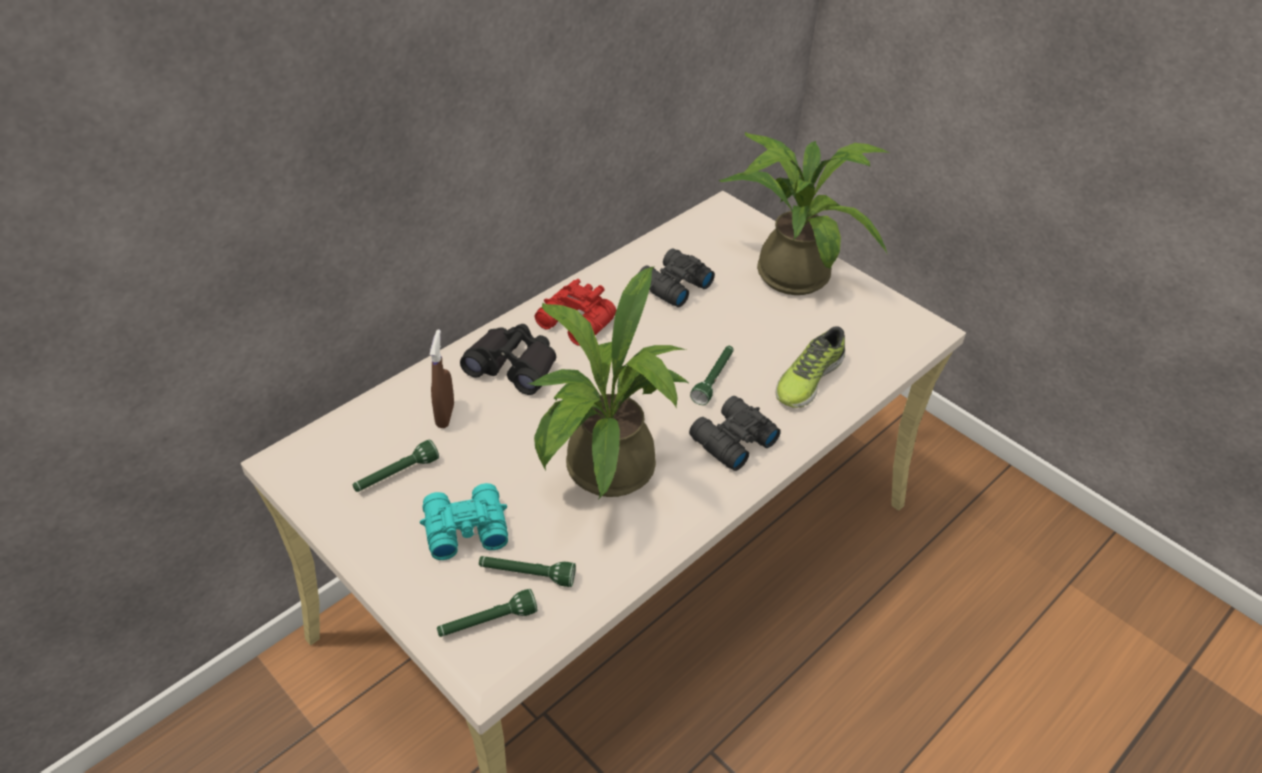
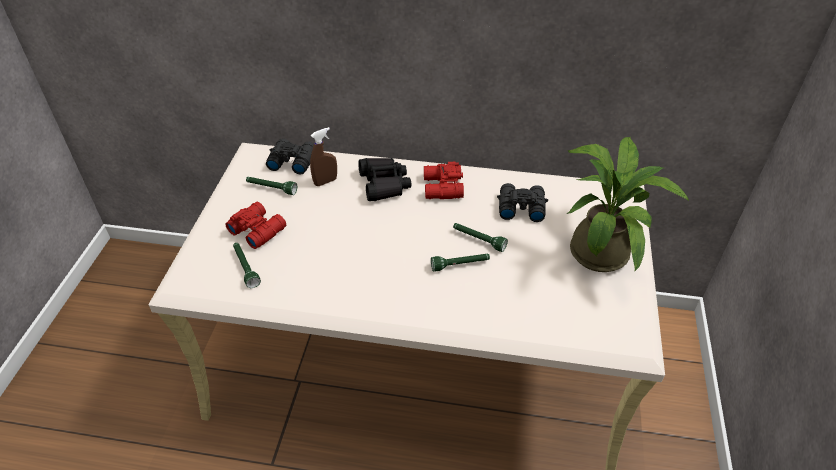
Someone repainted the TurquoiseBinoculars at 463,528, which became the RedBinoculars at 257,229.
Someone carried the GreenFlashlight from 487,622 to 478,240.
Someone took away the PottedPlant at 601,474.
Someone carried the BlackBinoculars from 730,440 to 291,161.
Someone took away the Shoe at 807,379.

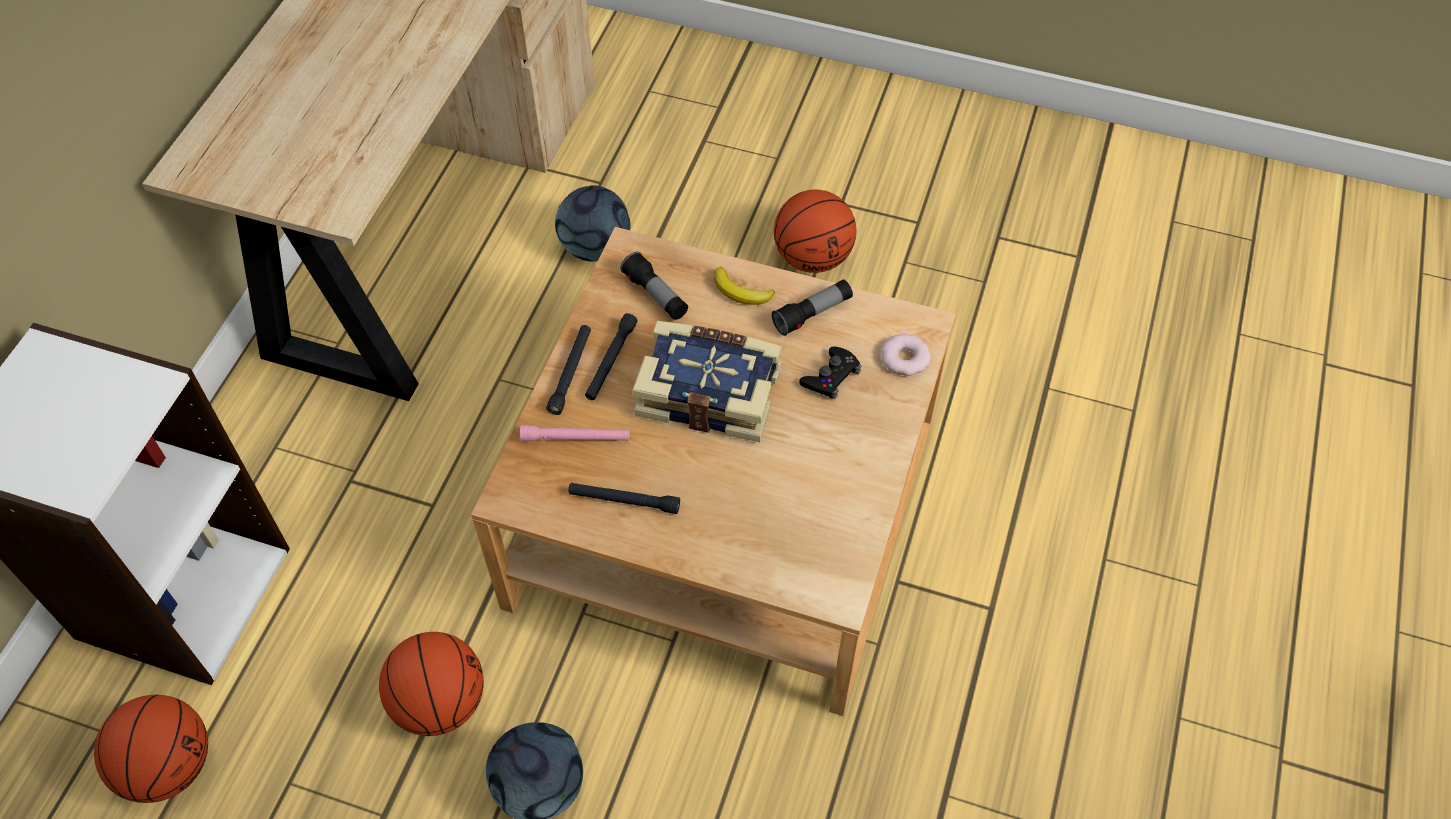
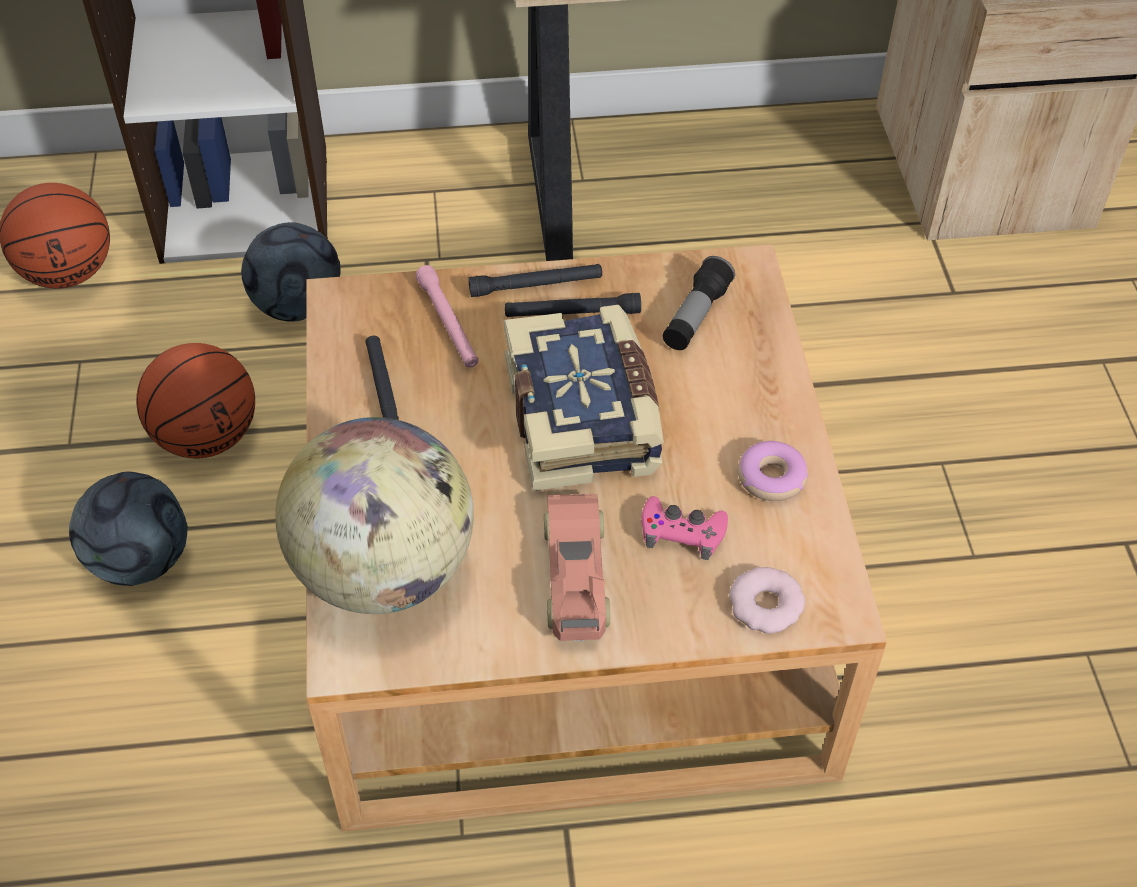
Someone carried the Football from 595,248 to 298,305.
Someone took away the Banana at 741,291.
Someone swapped the Flashlight at 812,314 for the Donut at 771,478.
Someone took away the Basketball at 812,257.
Someone repainted the BlackGameController at 831,377, which became the PinkGameController at 682,532.
Someone put down the Globe at 385,570.
Someone put down the ToyCar at 575,574.

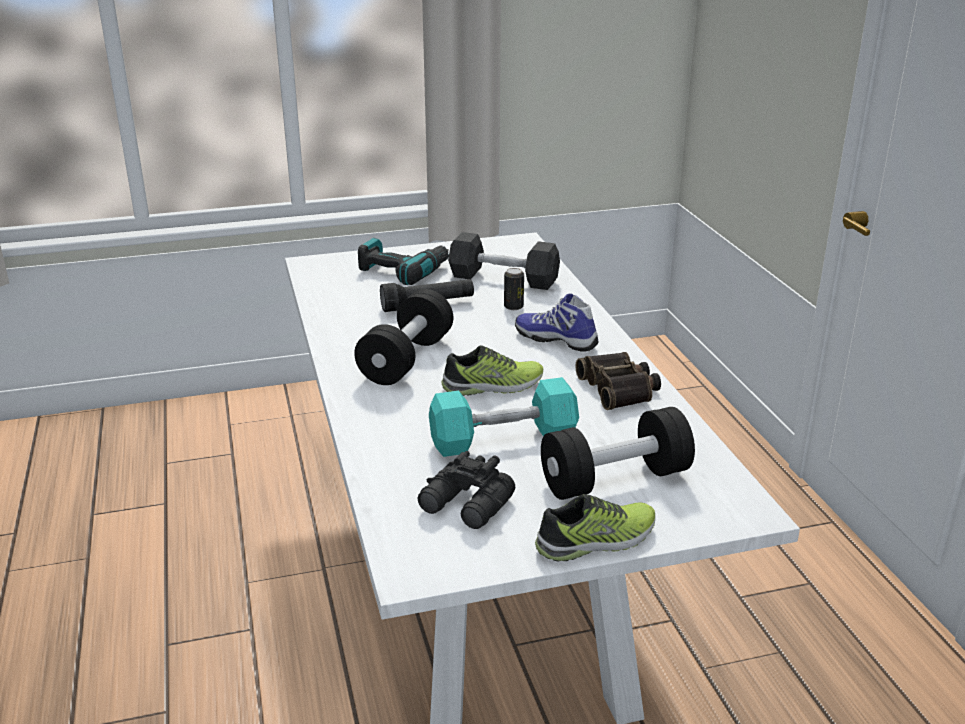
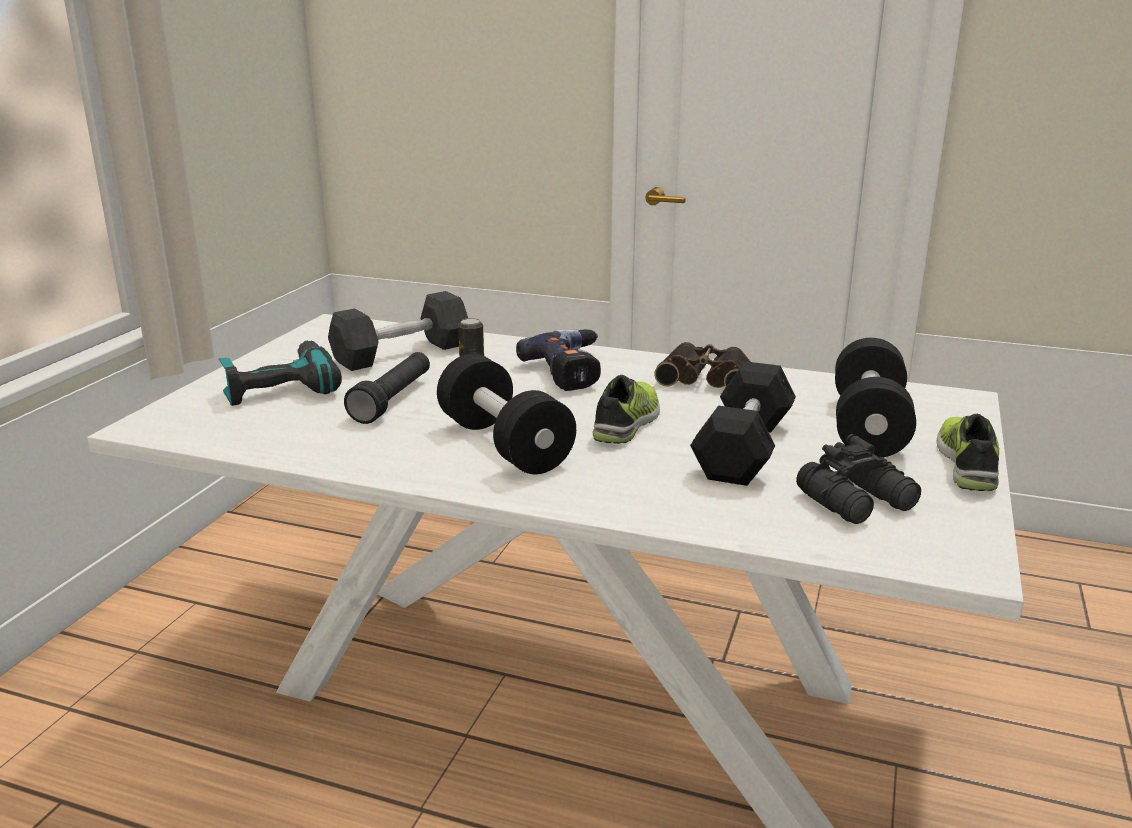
Someone repainted the TurquoiseDumbbell at 503,439, which became the BlackDumbbell at 743,449.
Someone swapped the Shoe at 557,339 for the PowerDrill at 573,371.

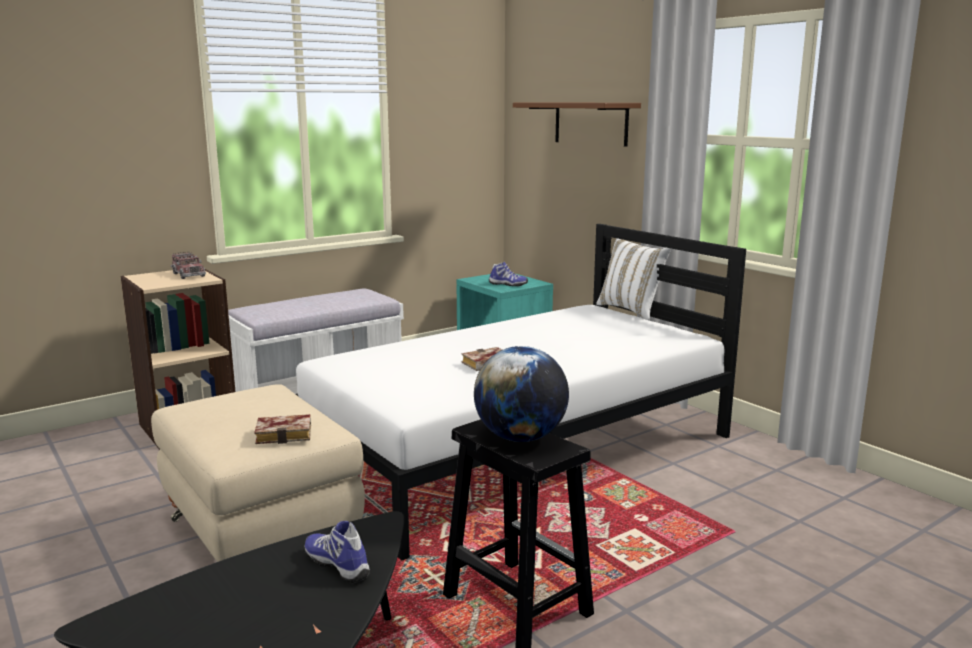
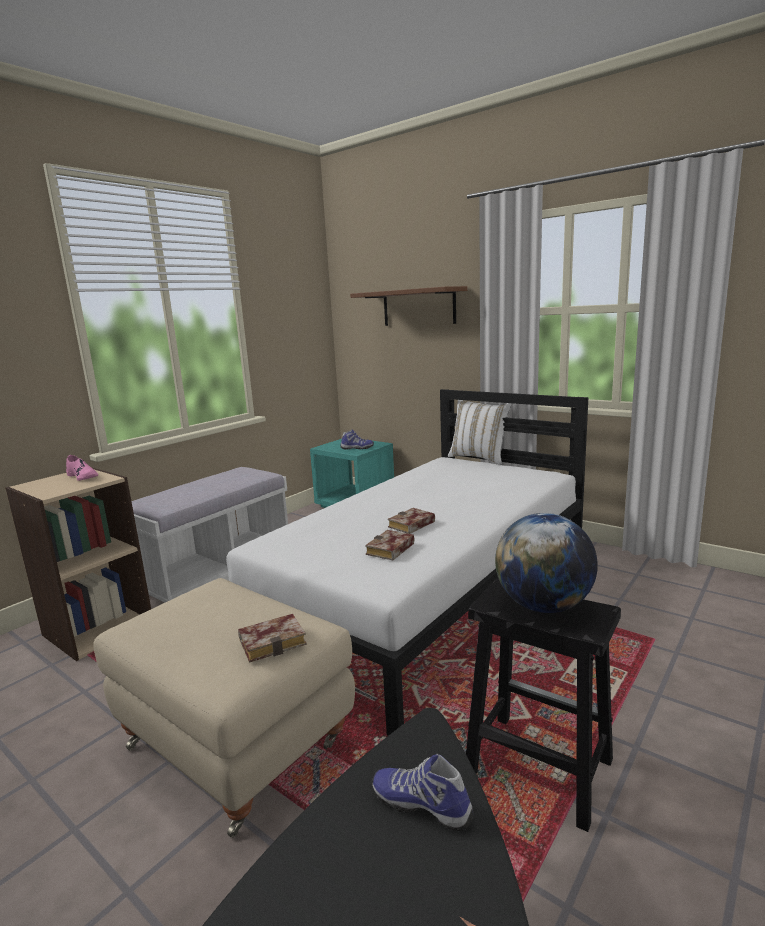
Someone swapped the ToyTruck at 188,274 for the PinkShoe at 83,476.
Someone put down the Book at 390,550.

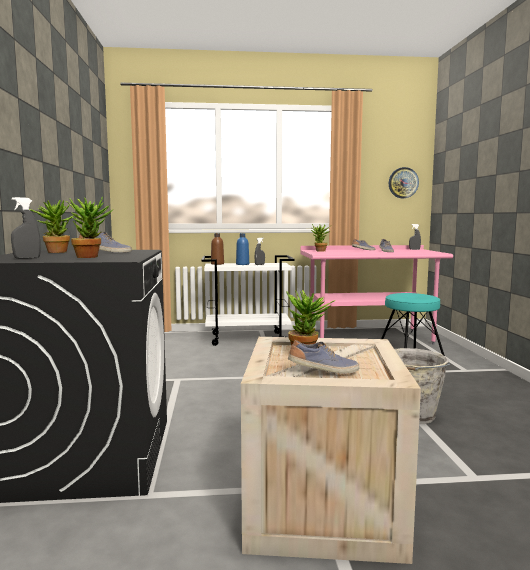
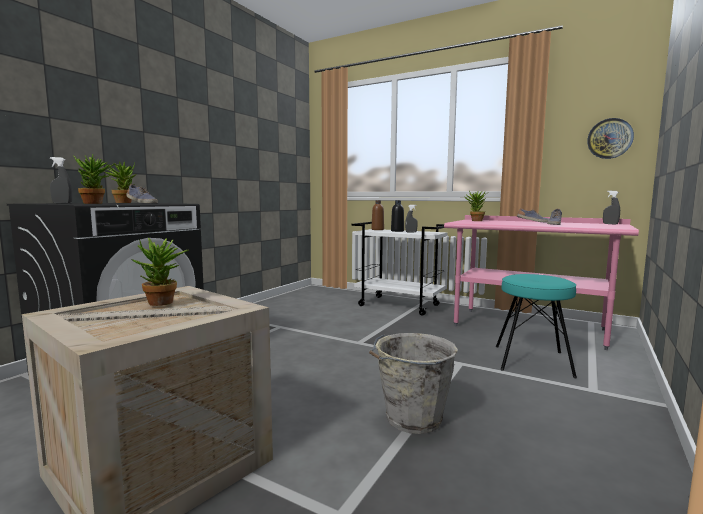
Someone repainted the BlueBottle at 242,264, which became the BlackBottle at 397,231.
Someone took away the Shoe at 324,371.

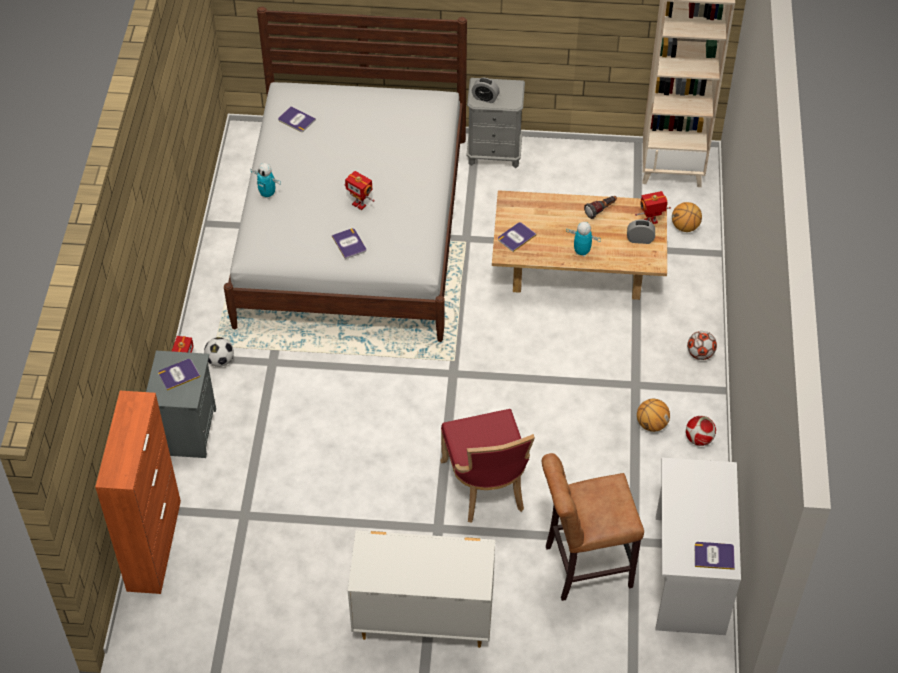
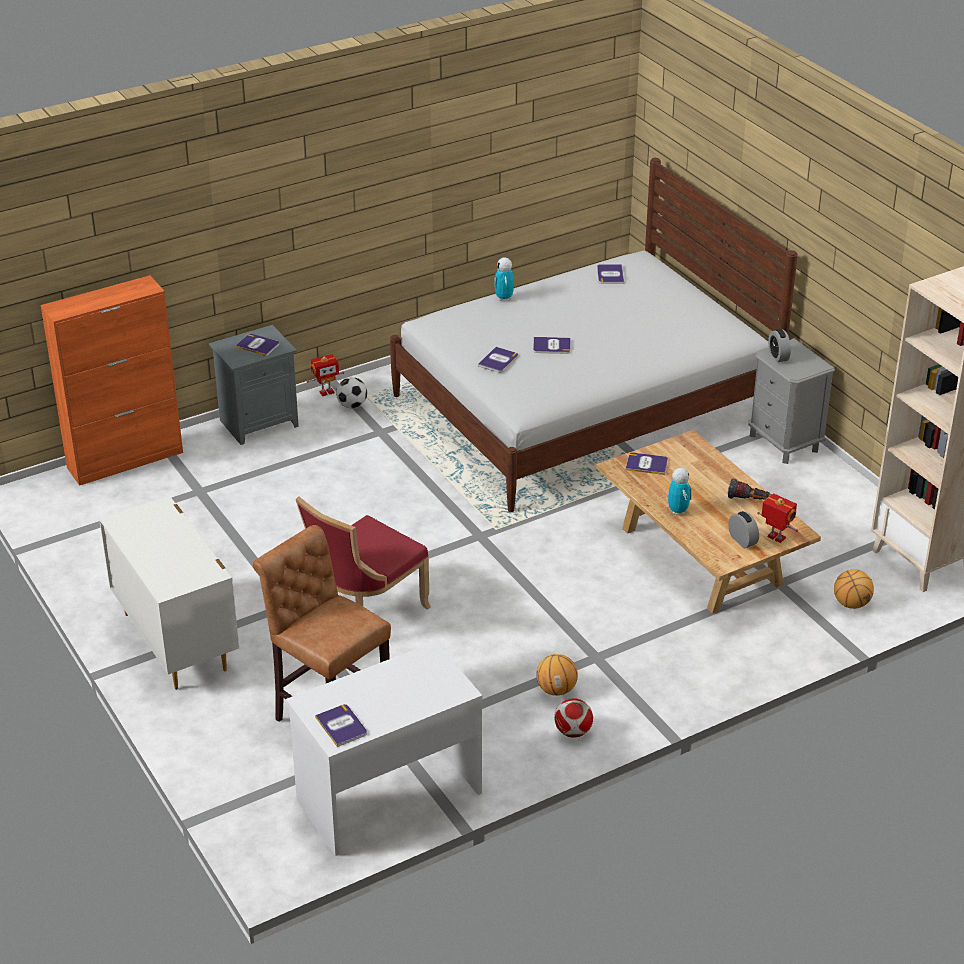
Someone swapped the ToyRobot at 359,204 for the Book at 551,346.
Someone took away the Football at 700,354.

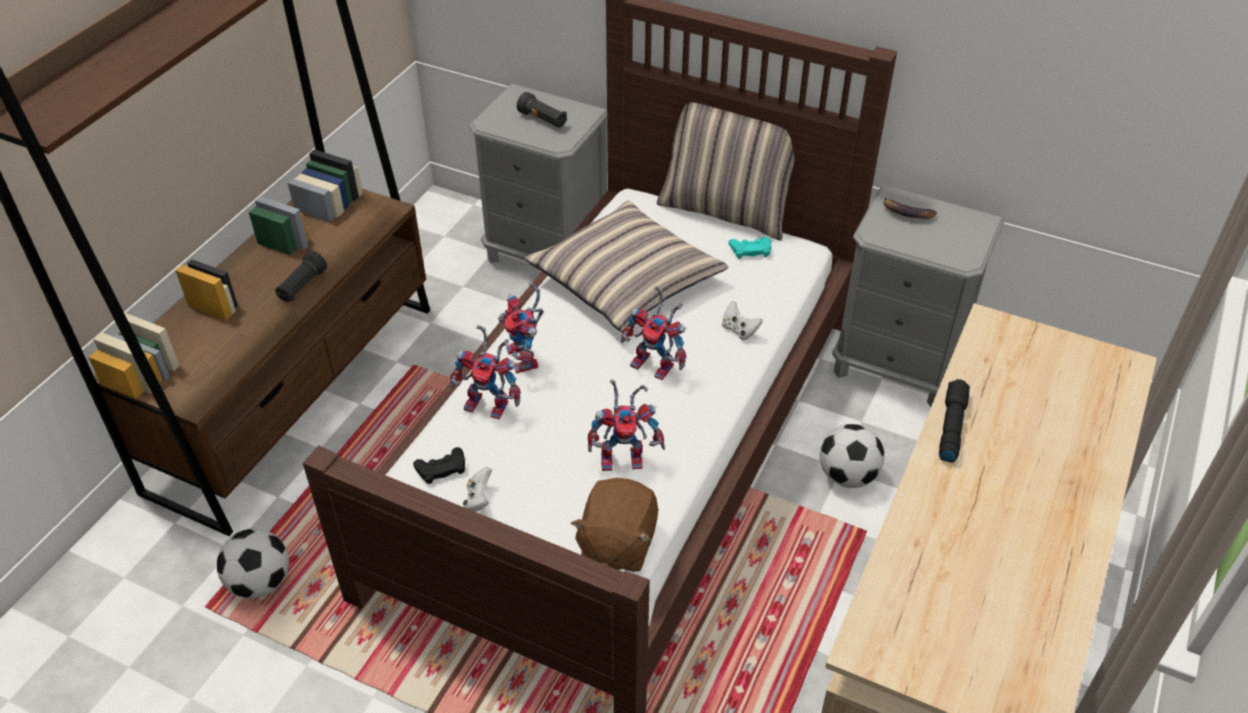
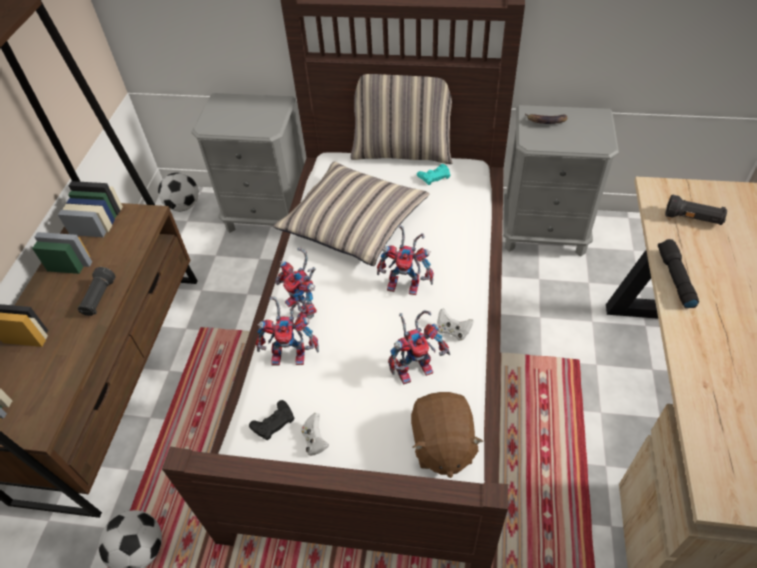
Someone carried the BlackFlashlight from 543,120 to 692,219.
Someone carried the WhiteGameController from 739,330 to 453,331.
Someone carried the Football from 847,476 to 183,206.

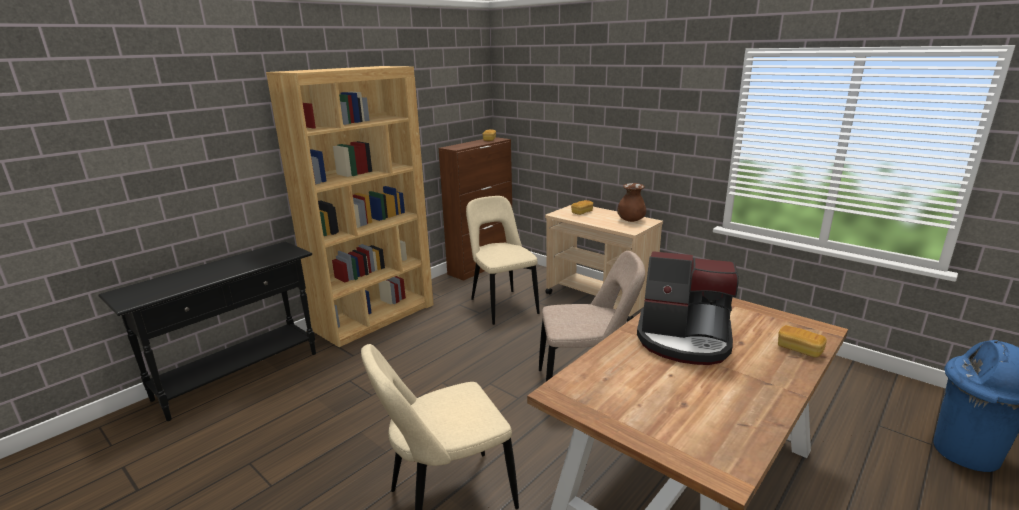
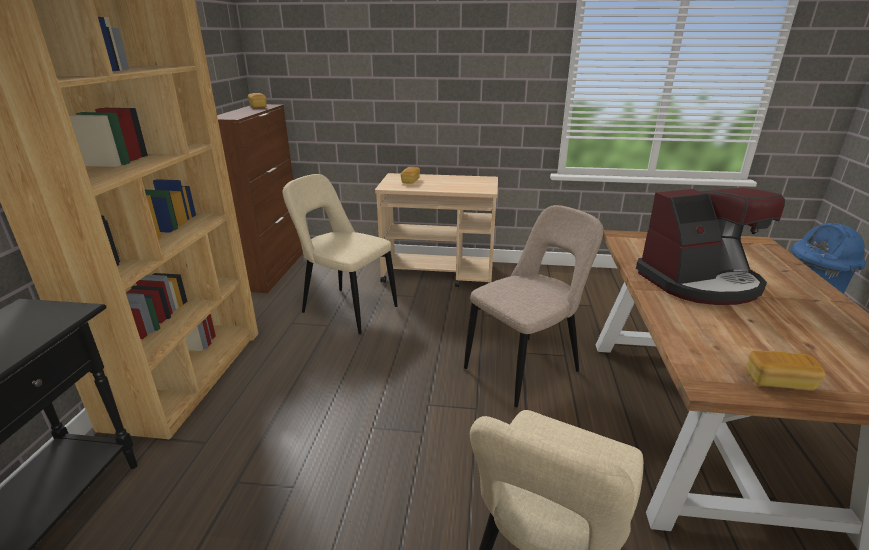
Someone took away the BrownVase at 631,220.
Someone carried the Bread from 799,349 to 779,381.

